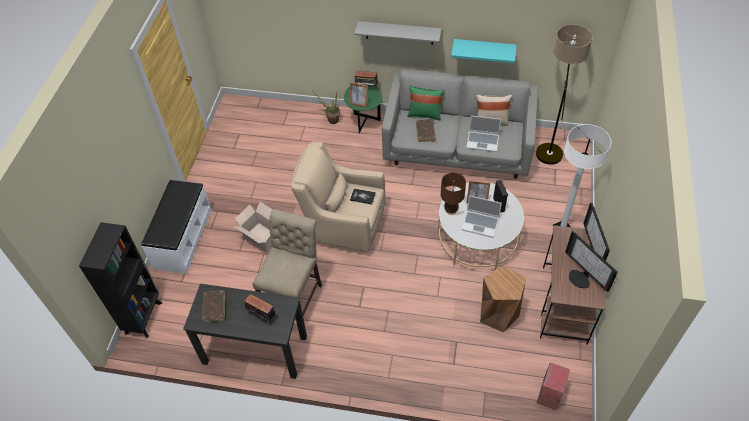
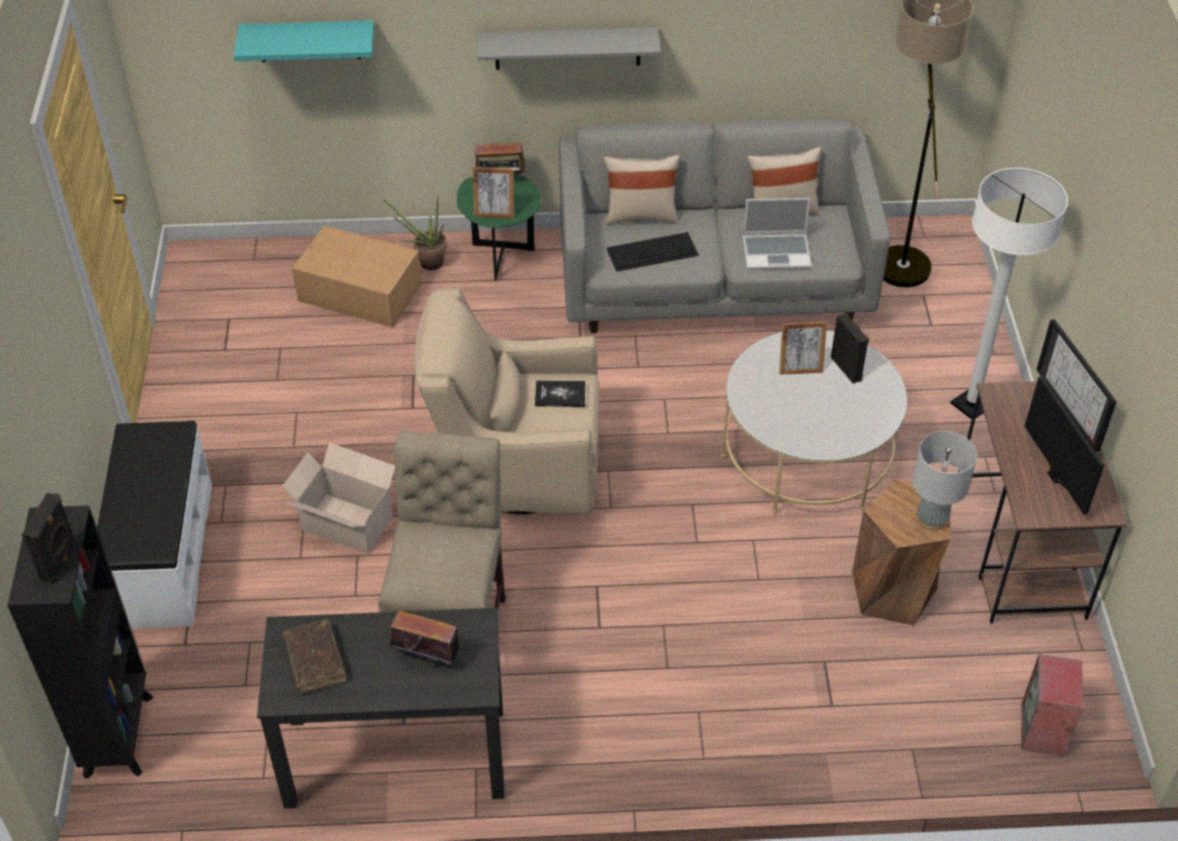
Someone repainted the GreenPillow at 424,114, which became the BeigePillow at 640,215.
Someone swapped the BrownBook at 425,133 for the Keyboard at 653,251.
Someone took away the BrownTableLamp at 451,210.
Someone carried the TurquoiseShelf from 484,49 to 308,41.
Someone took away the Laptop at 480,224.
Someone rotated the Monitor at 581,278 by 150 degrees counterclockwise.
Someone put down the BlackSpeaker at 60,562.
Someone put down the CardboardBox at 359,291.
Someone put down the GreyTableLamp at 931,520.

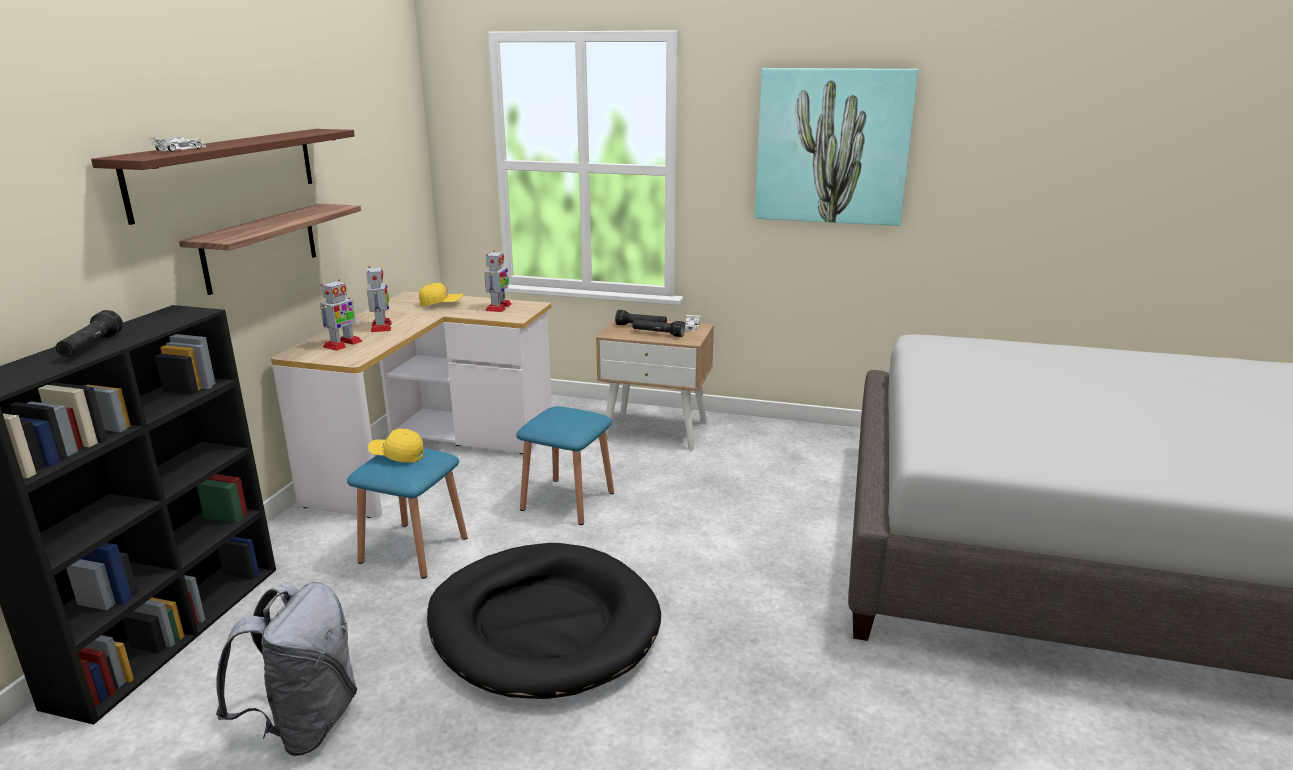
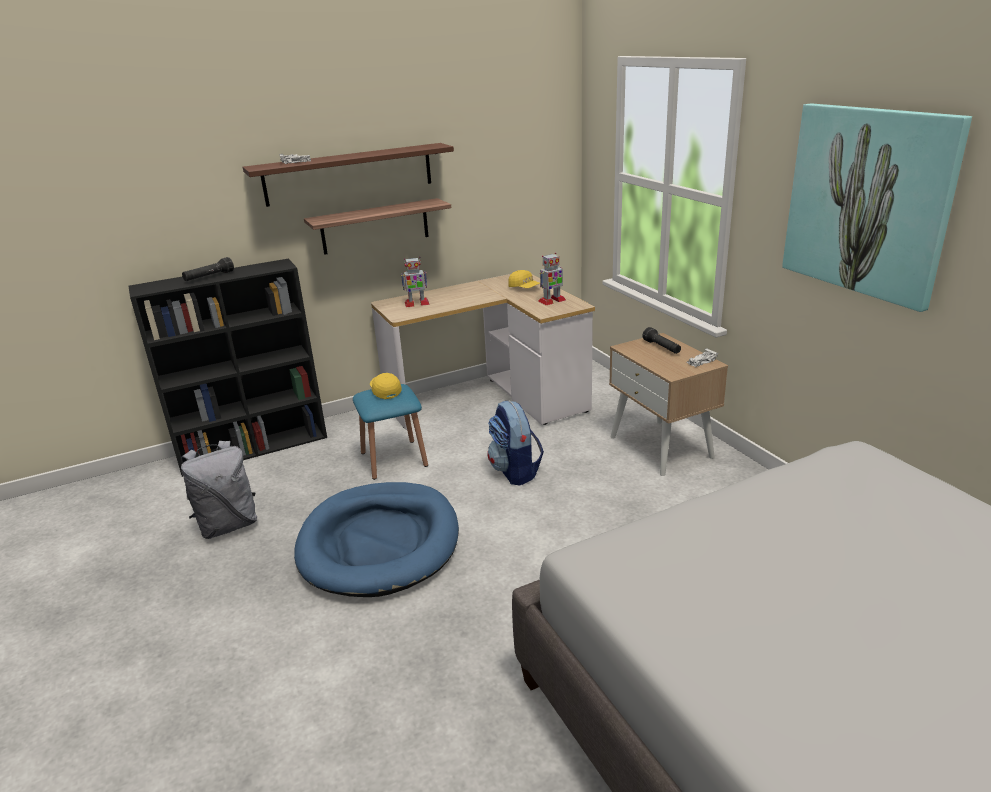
Someone took away the ToyRobot at 381,327.
Someone repainted the BlackDogBed at 543,625, which became the BlueDogBed at 379,543.
Someone swapped the BlueStool at 567,501 for the Backpack at 515,471.
Someone took away the BlackFlashlight at 658,334.

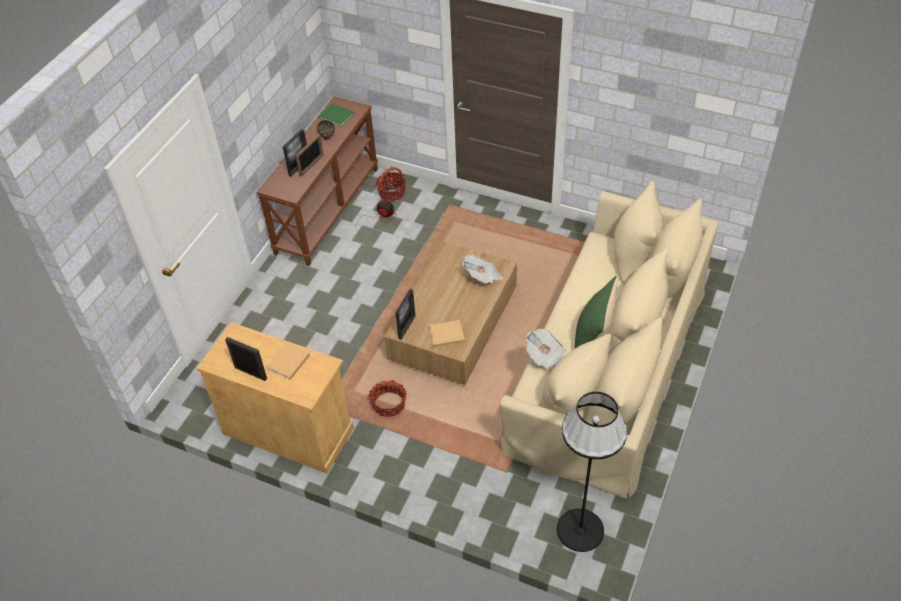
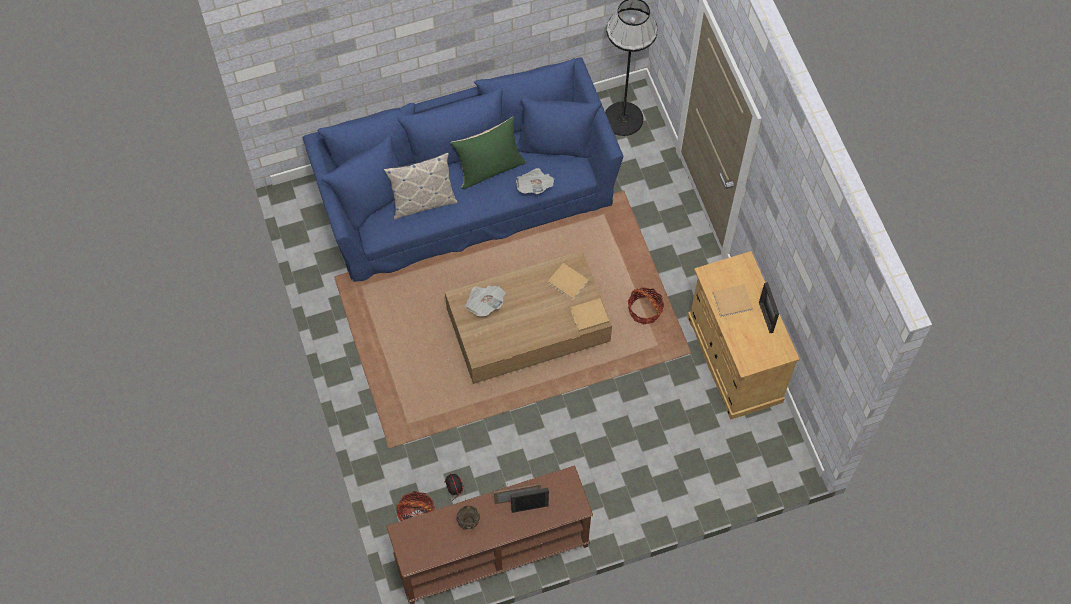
Someone took away the GreenBook at 337,116.
Someone swapped the PictureFrame at 407,327 for the BeigeBook at 588,316.
Someone repainted the BeigeSofa at 608,365, which became the BlueSofa at 466,193.
Someone put down the Pillow at 422,202.

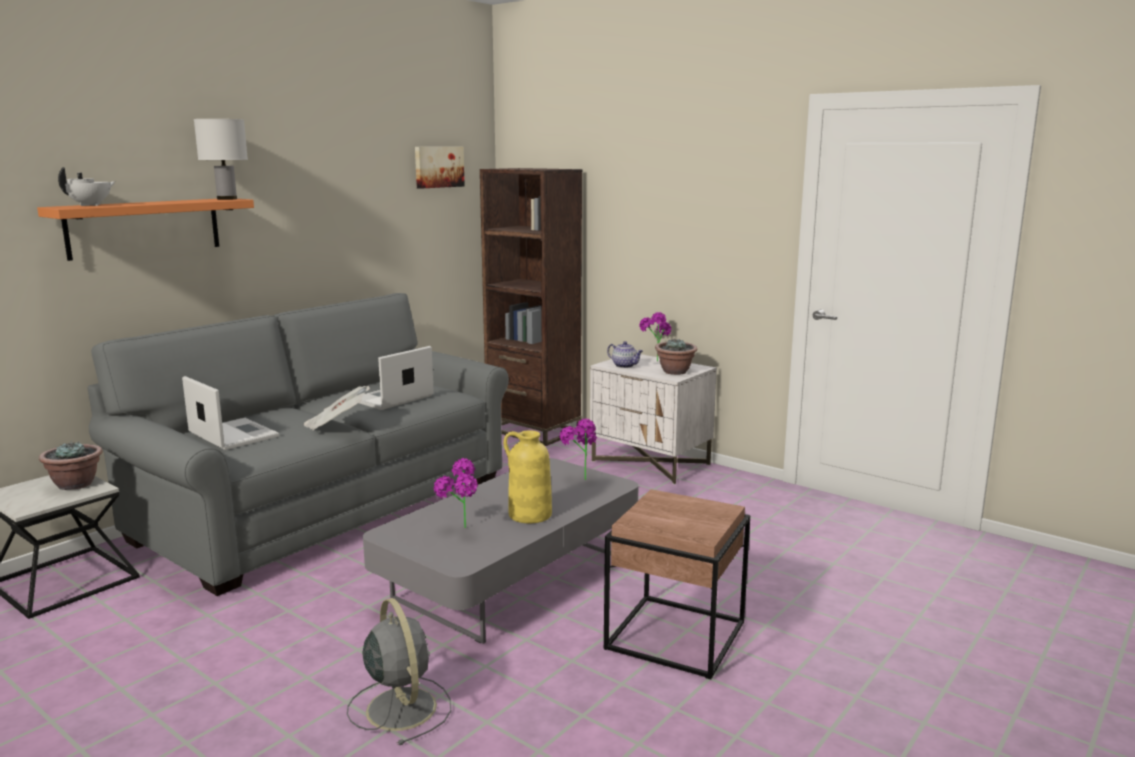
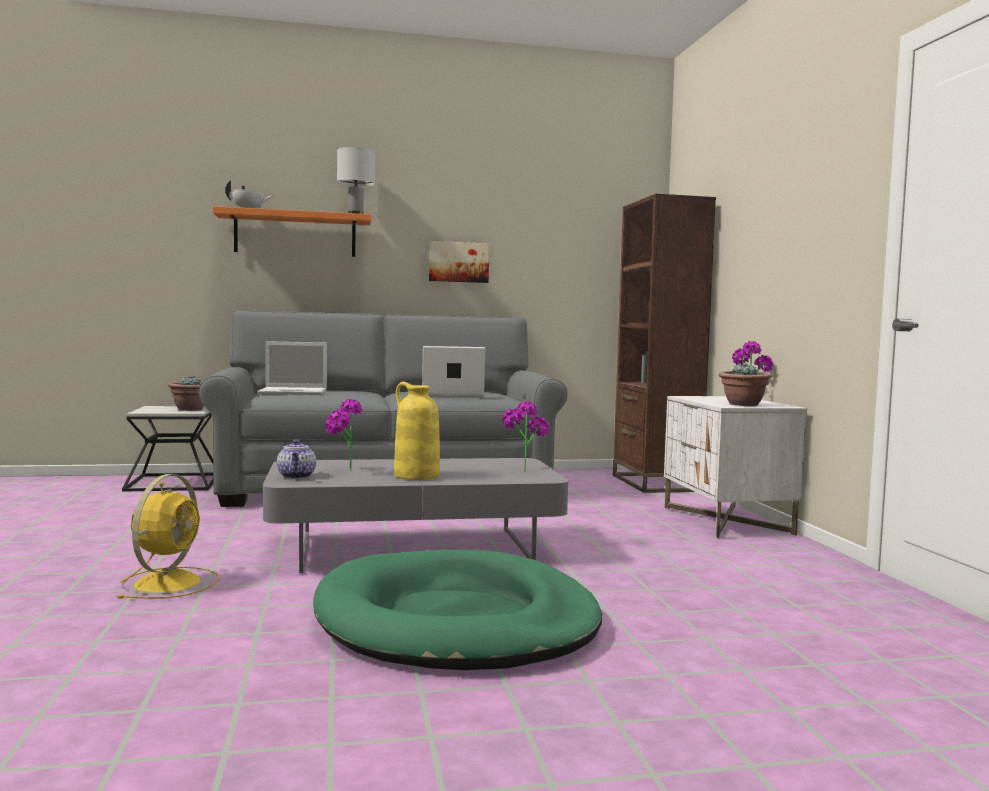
Someone rotated the Laptop at 232,435 by 90 degrees clockwise.
Someone took away the Newspaper at 336,425.
Someone repainted the GreyFan at 400,707, which became the YellowFan at 169,582.
Someone carried the Picture from 438,167 to 458,262.
Someone swapped the BrownSideTable at 677,636 for the GreenDogBed at 456,621.
Someone carried the Teapot from 625,366 to 297,476.

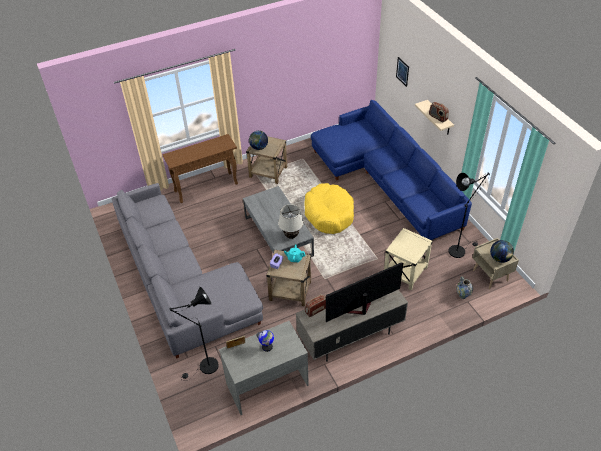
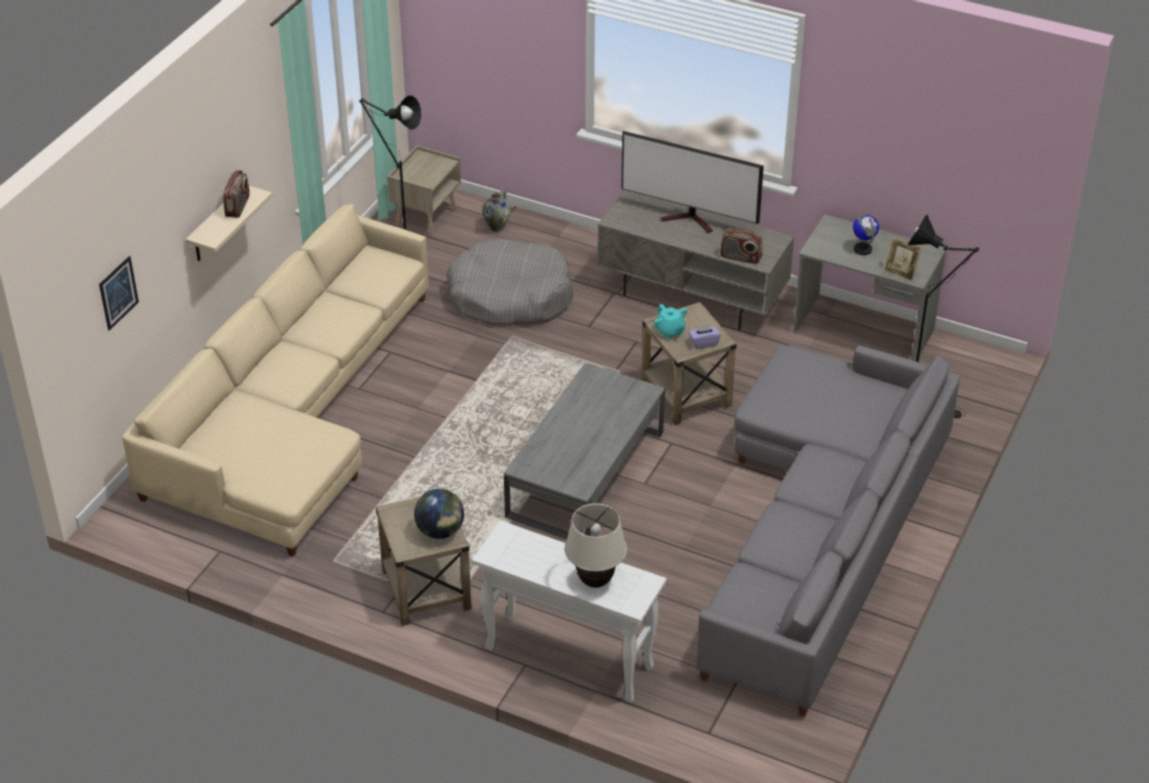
Someone repainted the BrownConsoleTable at 206,187, which became the WhiteConsoleTable at 567,658.
Someone carried the BeigeTableLamp from 291,236 to 595,581.
Someone took away the YellowDogBed at 329,214.
Someone repainted the BlueSofa at 385,179, which became the BeigeSofa at 293,414.
Someone swapped the BeigeSideTable at 405,272 for the GreyDogBed at 510,296.
Someone took away the Globe at 499,259.

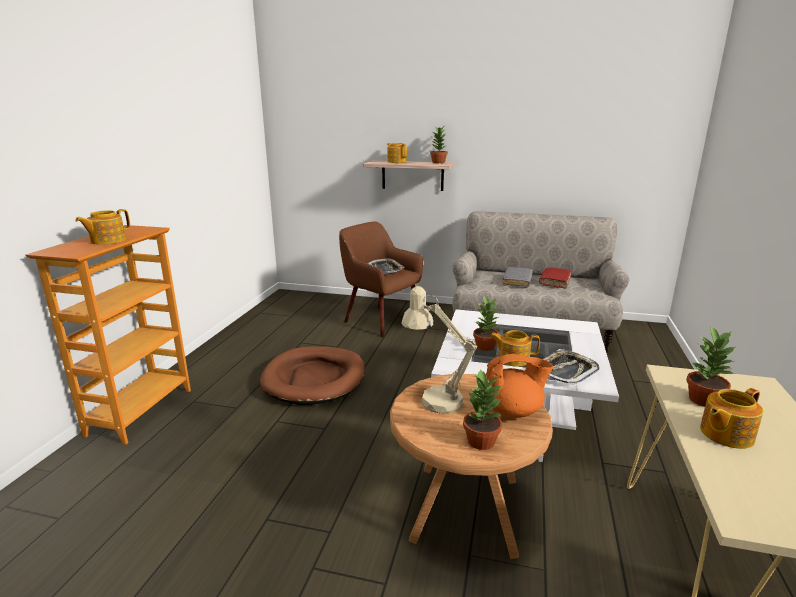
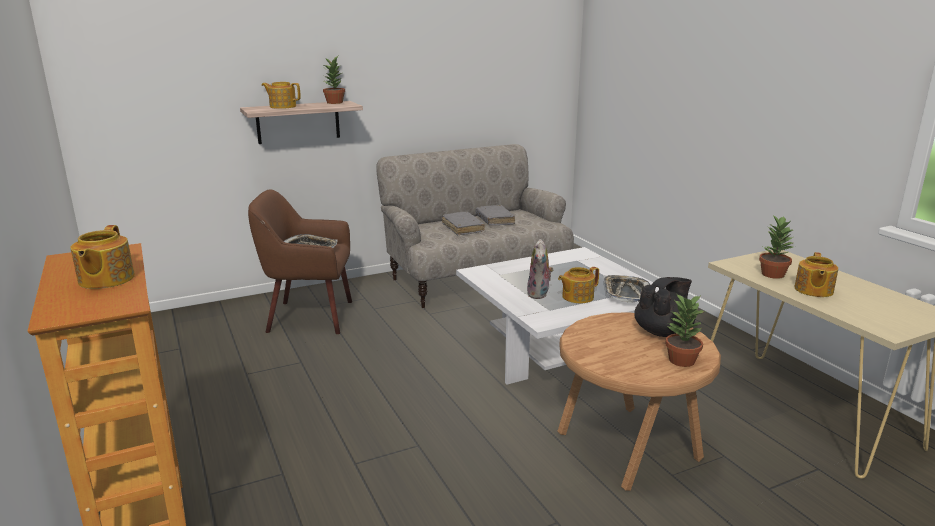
Someone took away the BrownDogBed at 314,379.
Someone took away the BeigeTableLamp at 434,398.
Someone swapped the PottedPlant at 485,346 for the PlushToy at 539,294.
Someone repainted the OrangeTeapot at 512,411, which became the BlackTeapot at 663,332.
Someone repainted the RedBook at 555,282, which became the GreyBook at 494,220.

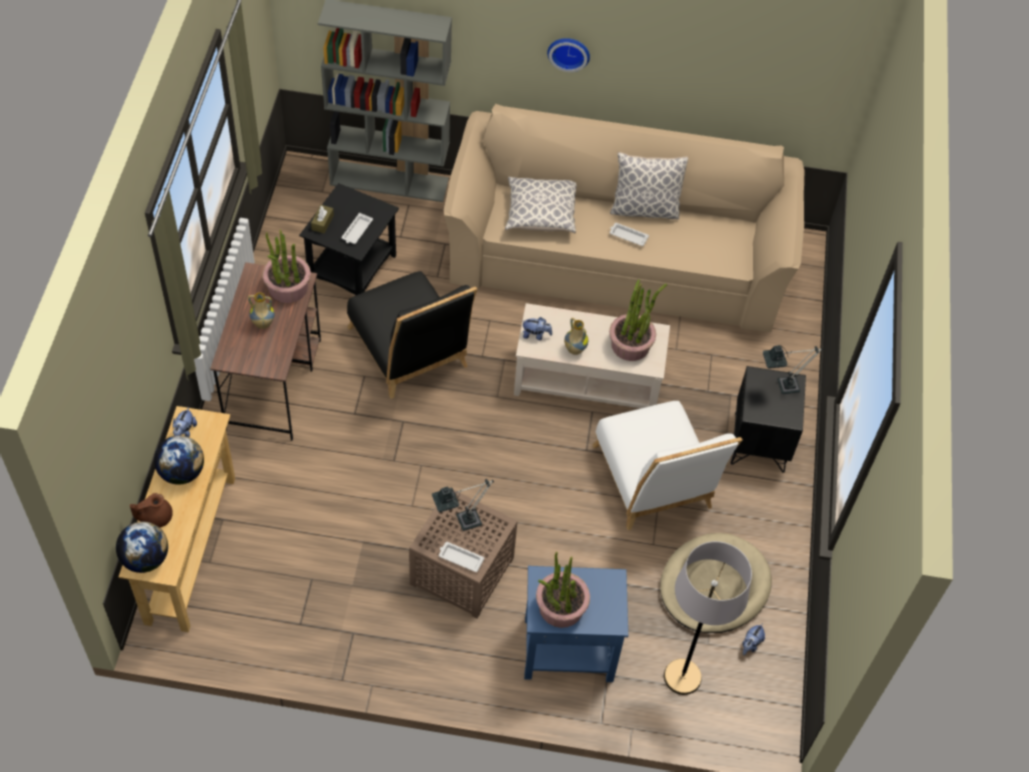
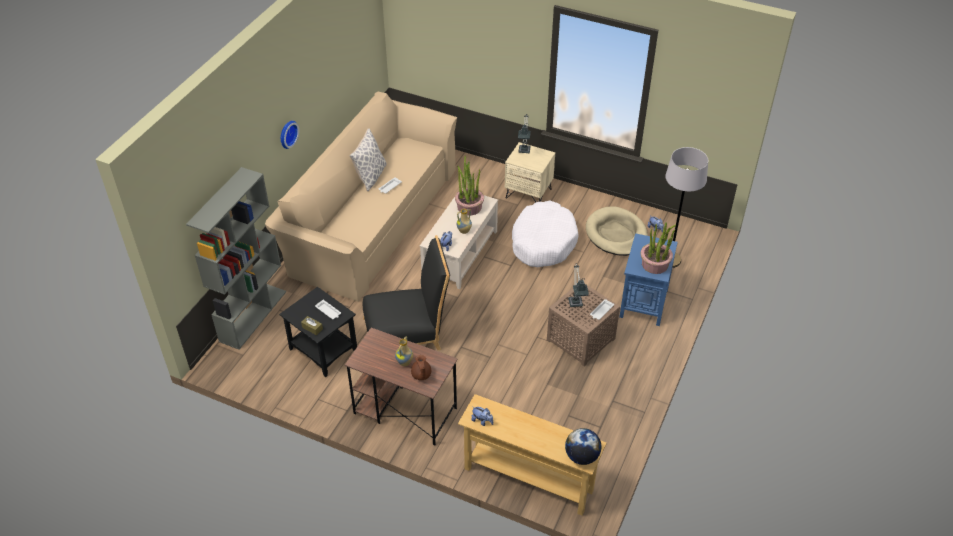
Someone carried the BrownTeapot from 155,517 to 421,375.
Someone took away the Globe at 182,472.
Someone took away the PottedPlant at 288,287.
Someone took away the Pillow at 540,214.
Someone swapped the WhiteChair at 654,483 for the WhiteDogBed at 543,242.
Someone repainted the BlackNightstand at 760,442, which became the BeigeNightstand at 528,193.

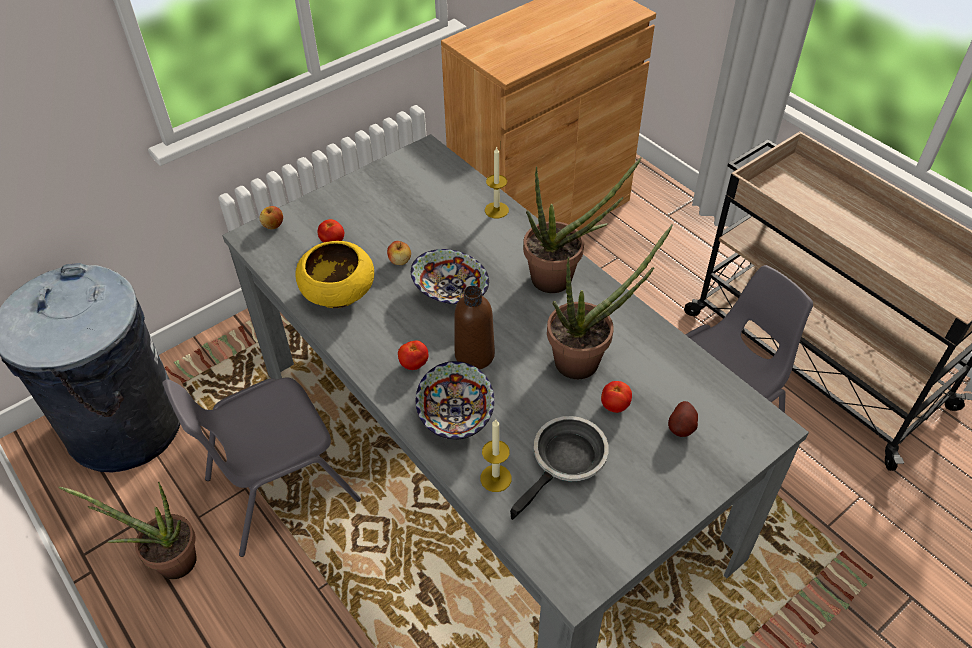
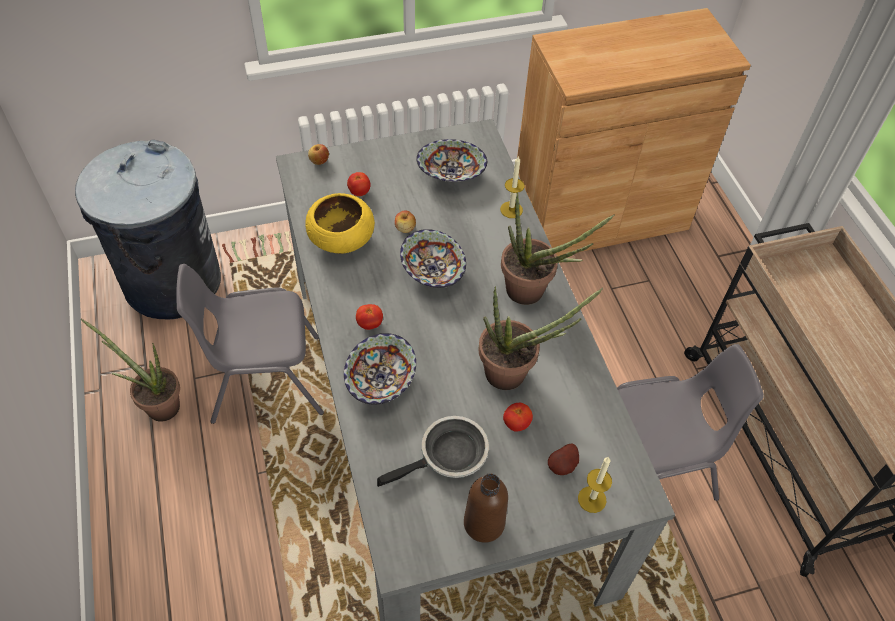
Someone carried the BrownBottle from 474,355 to 484,523.
Someone carried the Candle from 495,478 to 592,499.
Someone put down the Bowl at 451,173.

